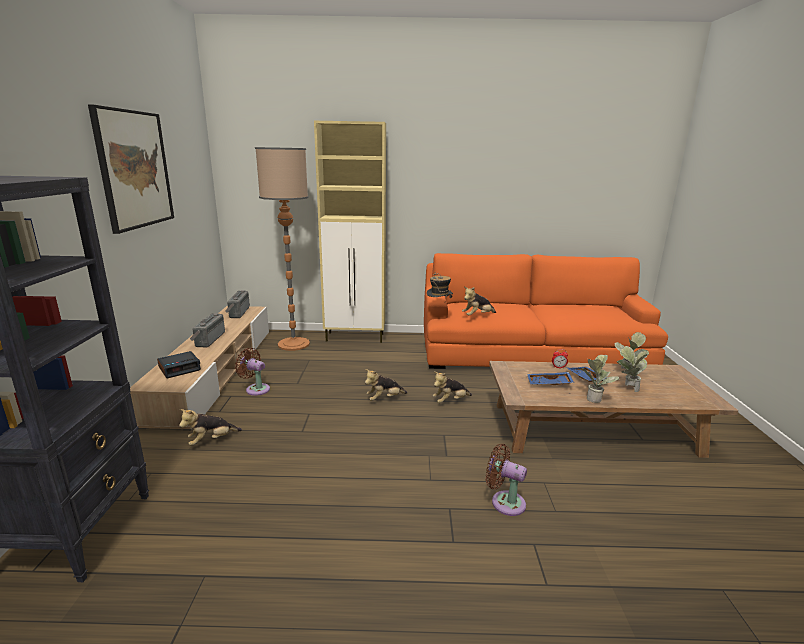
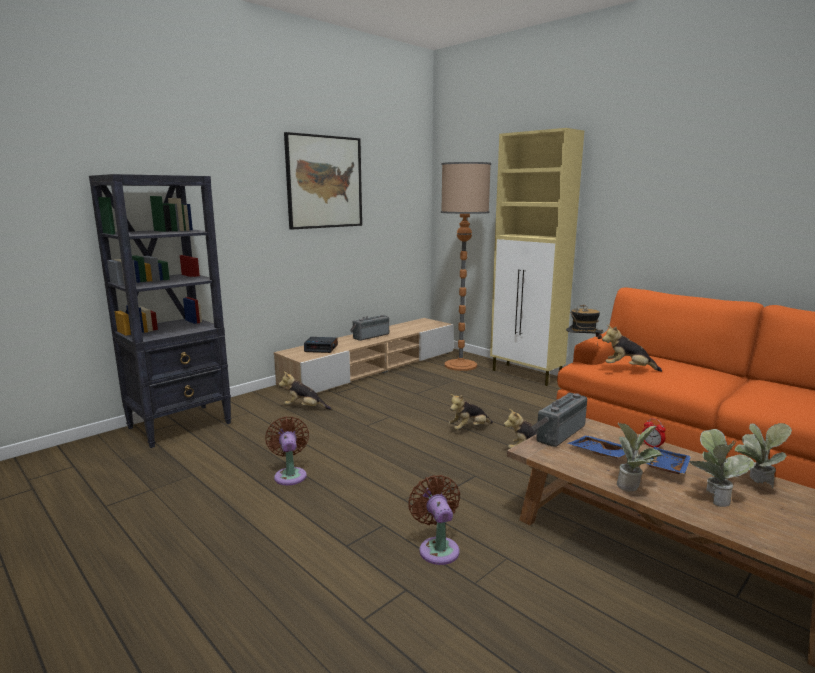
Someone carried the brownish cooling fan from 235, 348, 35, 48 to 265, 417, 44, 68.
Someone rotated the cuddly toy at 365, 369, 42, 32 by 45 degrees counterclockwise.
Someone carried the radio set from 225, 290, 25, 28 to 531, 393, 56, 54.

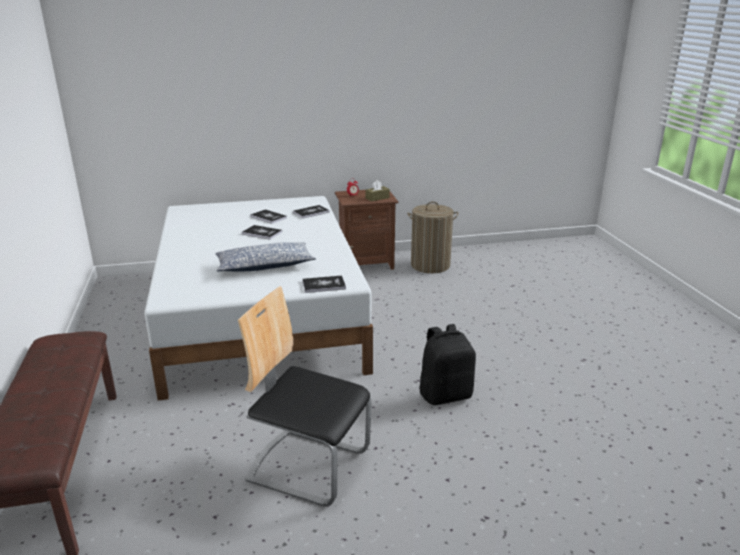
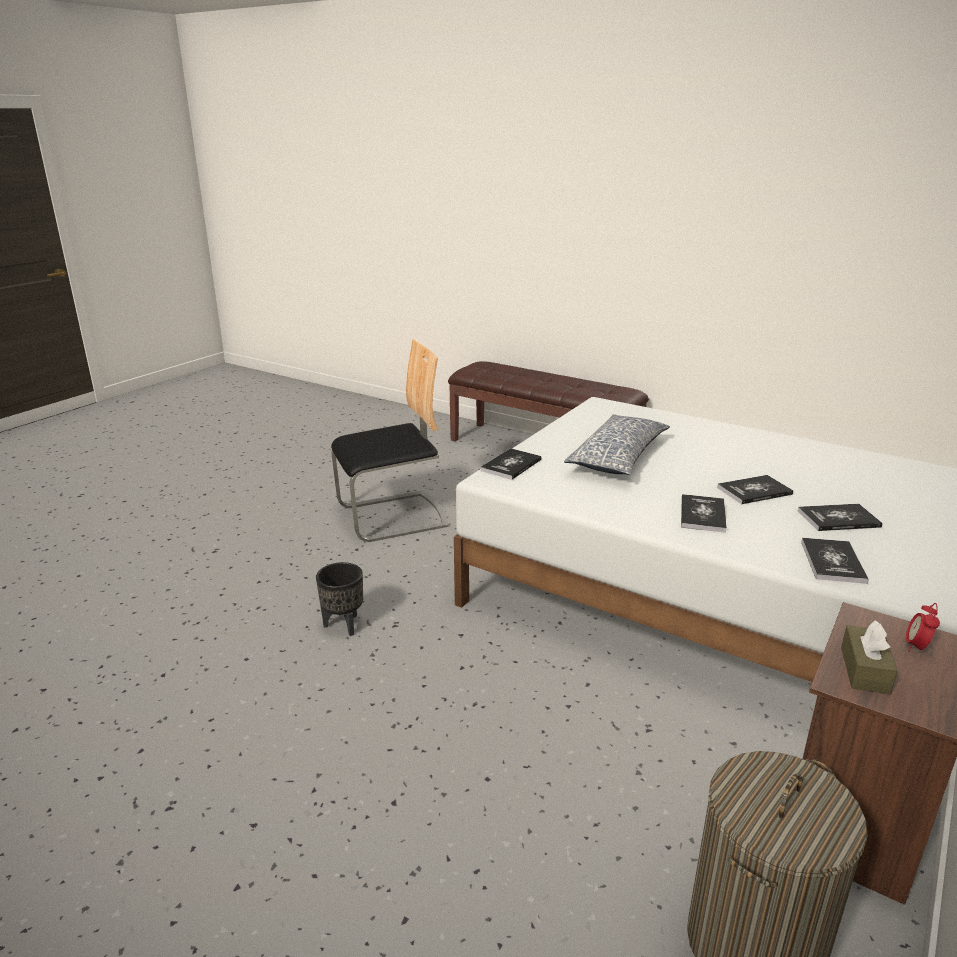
Someone swapped the black backpack at 419, 324, 57, 81 for the black flower pot at 316, 562, 47, 74.
Someone put down the bound book at 681, 494, 46, 39.

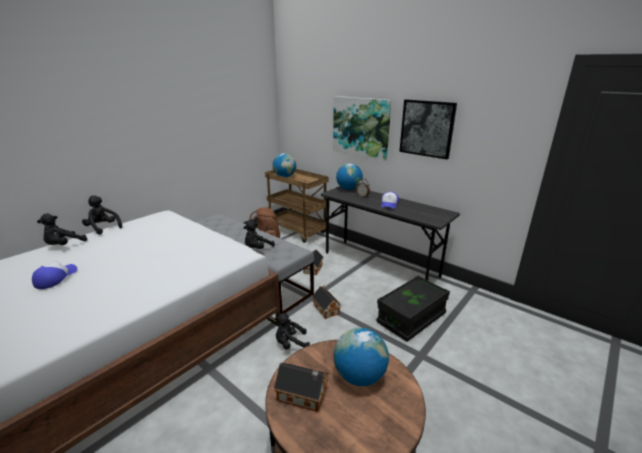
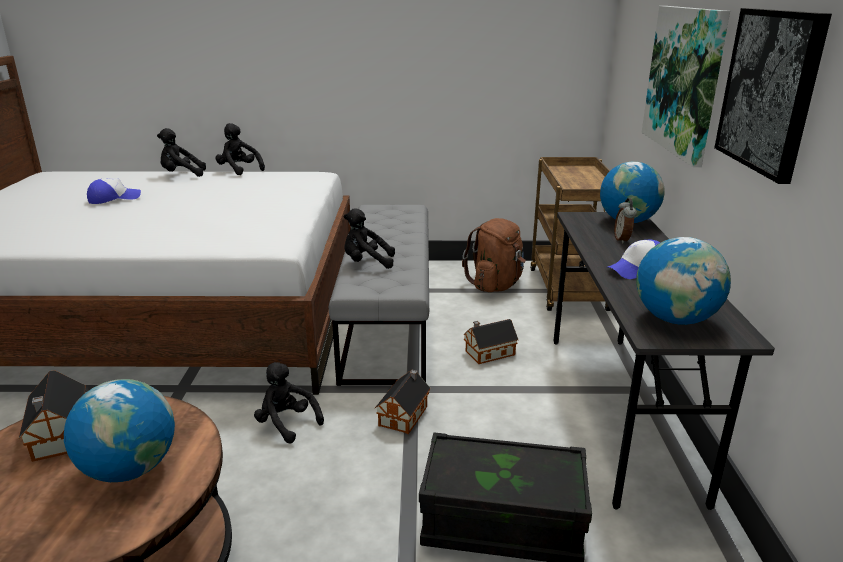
Someone rotated the black cuddly toy at 82, 196, 40, 39 by 45 degrees counterclockwise.
Someone carried the world globe from 272, 153, 24, 24 to 636, 237, 95, 88.

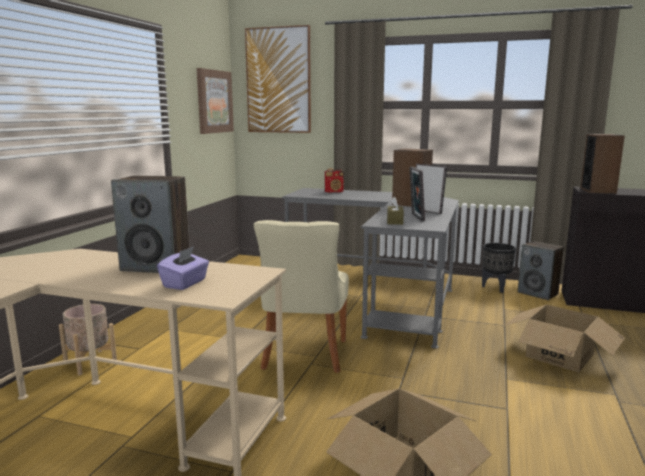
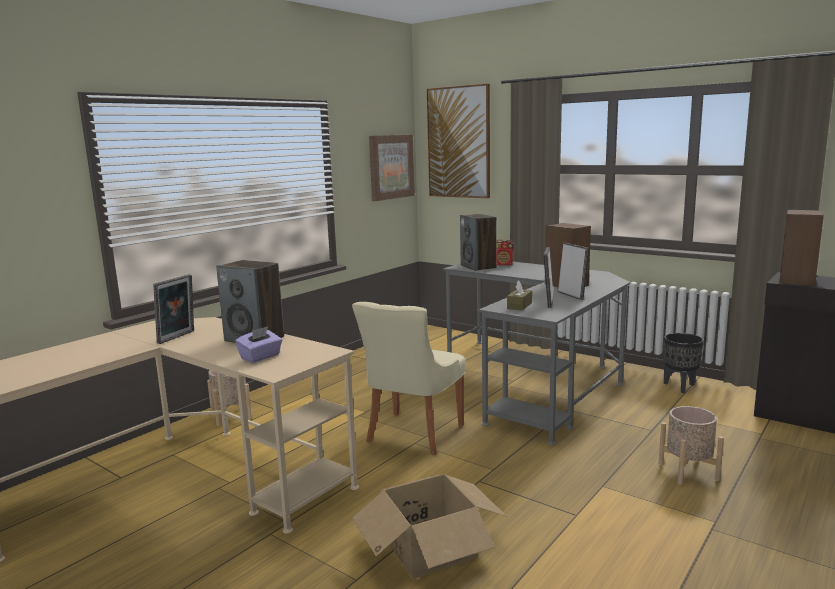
Someone put down the photo frame at 153, 274, 41, 70.
Someone carried the audio speaker from 518, 241, 46, 59 to 460, 214, 37, 57.
Someone swapped the packing box at 503, 305, 122, 67 for the beige flower pot at 658, 406, 66, 79.

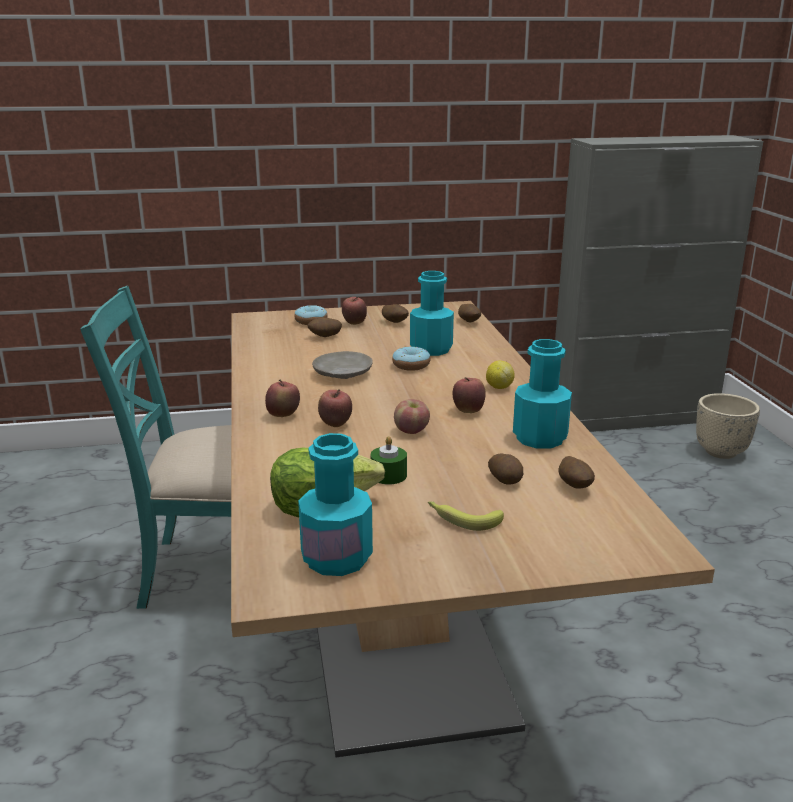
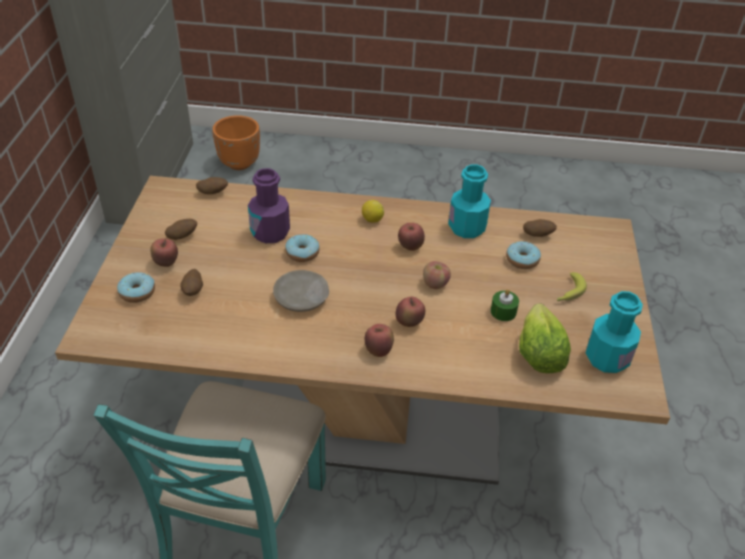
Someone repainted the beige flower pot at 696, 393, 64, 66, which became the orange-coloured flower pot at 212, 115, 48, 55.
Someone repainted the turquoise-coloured drink bottle at 410, 271, 44, 85, which became the purple drink bottle at 248, 168, 42, 75.
Someone swapped the whole potato at 488, 454, 35, 31 for the donut at 506, 241, 35, 28.

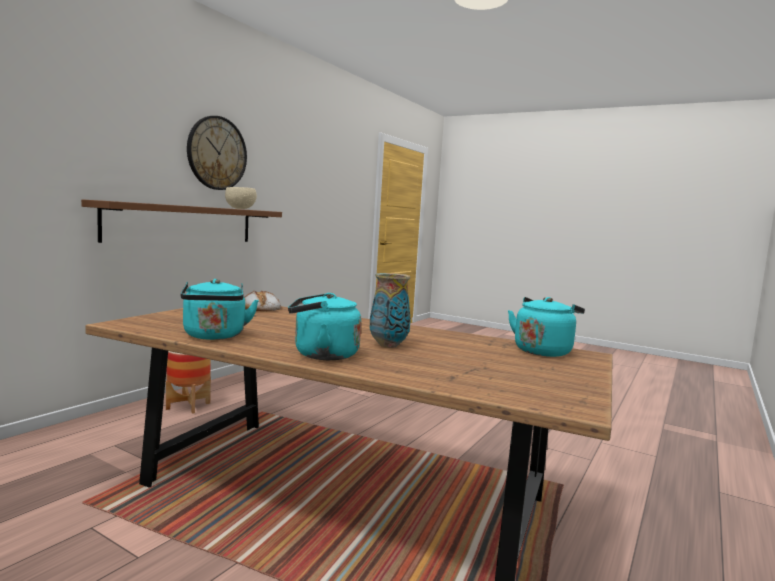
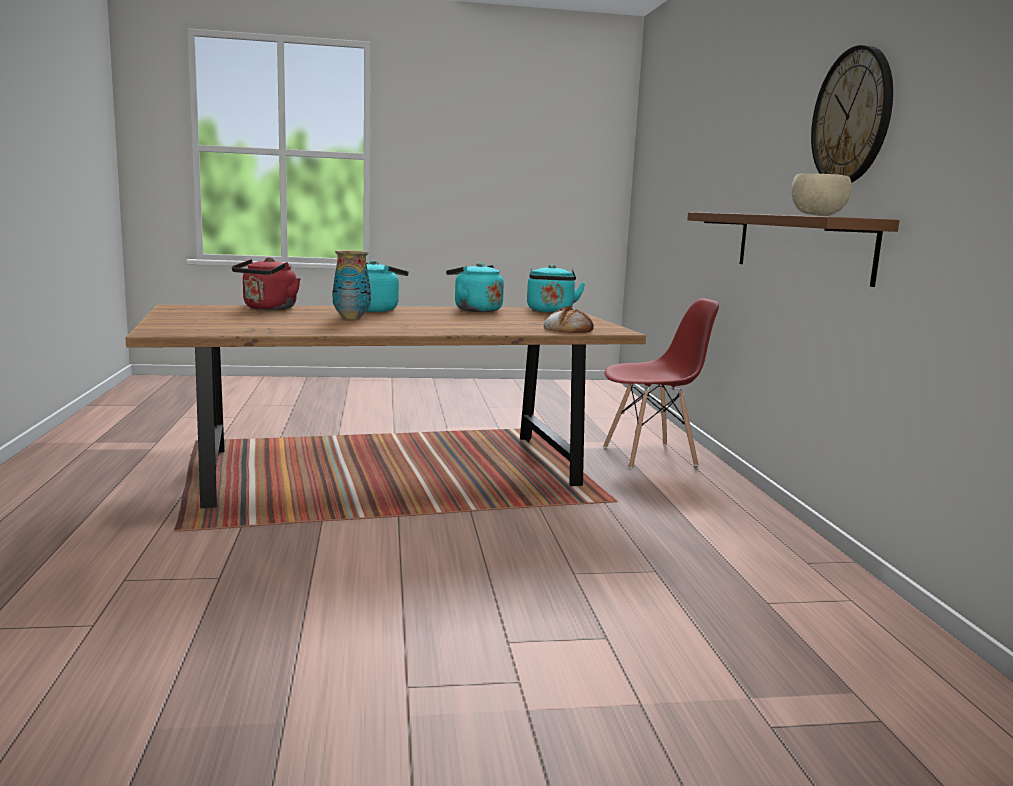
Someone put down the red-coloured water kettle at 232, 257, 68, 53.
Someone carried the turquoise-coloured water kettle from 508, 297, 77, 60 to 527, 264, 59, 48.
Someone put down the red-coloured chair at 603, 299, 116, 170.
Someone took away the flower pot at 166, 351, 45, 63.

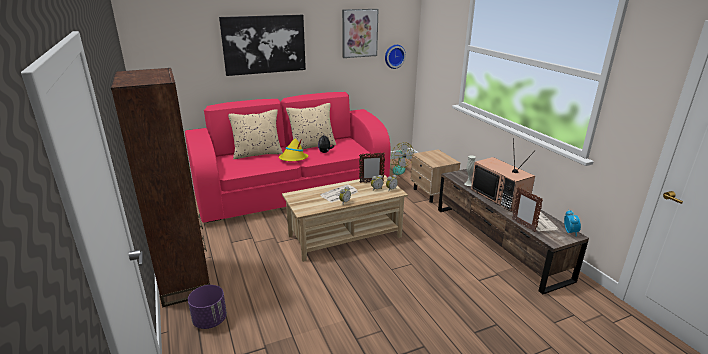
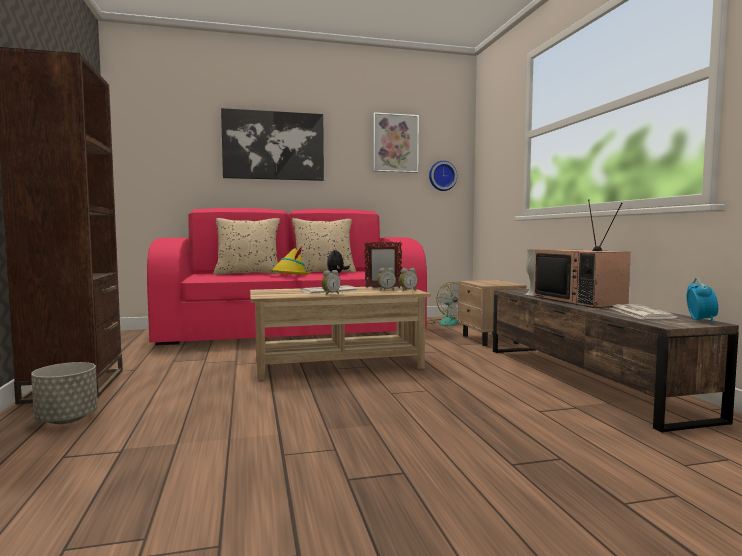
Someone repainted the purple flower pot at 188, 285, 39, 44, which became the grey flower pot at 31, 362, 67, 62.
Someone took away the photo frame at 512, 187, 31, 45.

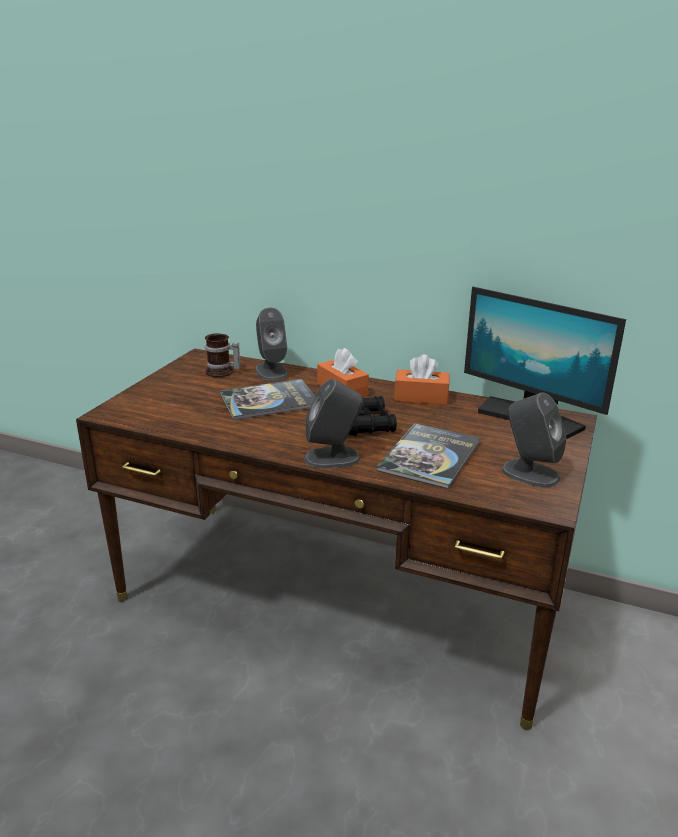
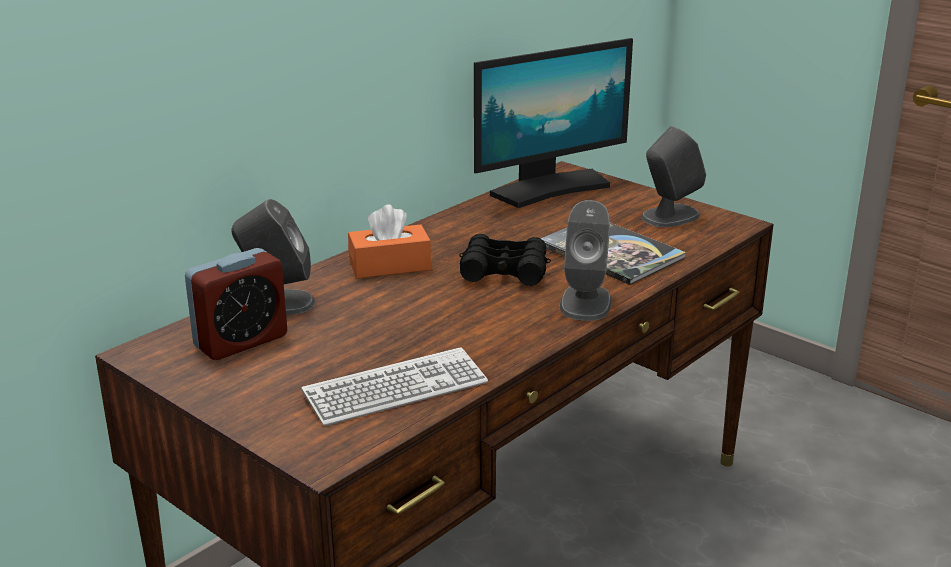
Someone swapped the mug at 205, 333, 35, 44 for the table clock at 185, 248, 102, 112.
Someone put down the keyboard at 301, 347, 187, 79.
Someone took away the bound book at 220, 379, 95, 41.
Someone took away the orange-coloured tissue holder at 394, 355, 55, 50.

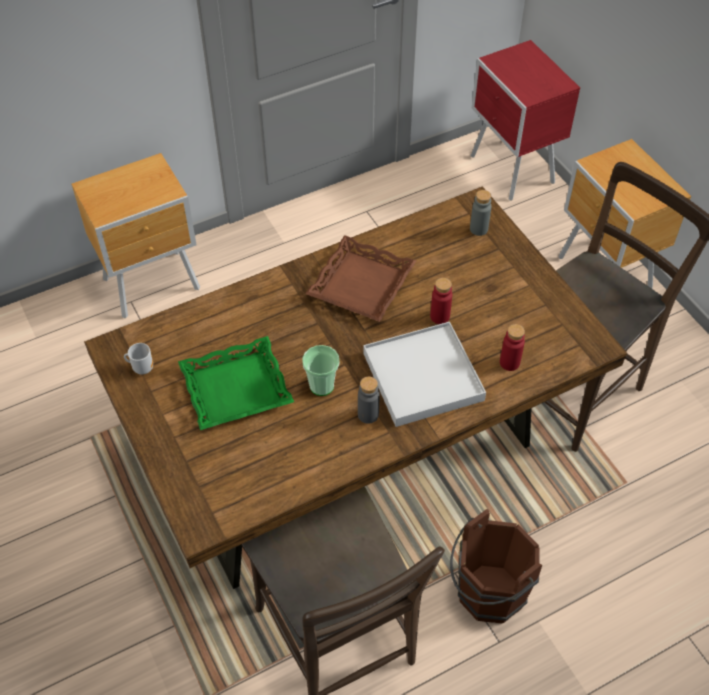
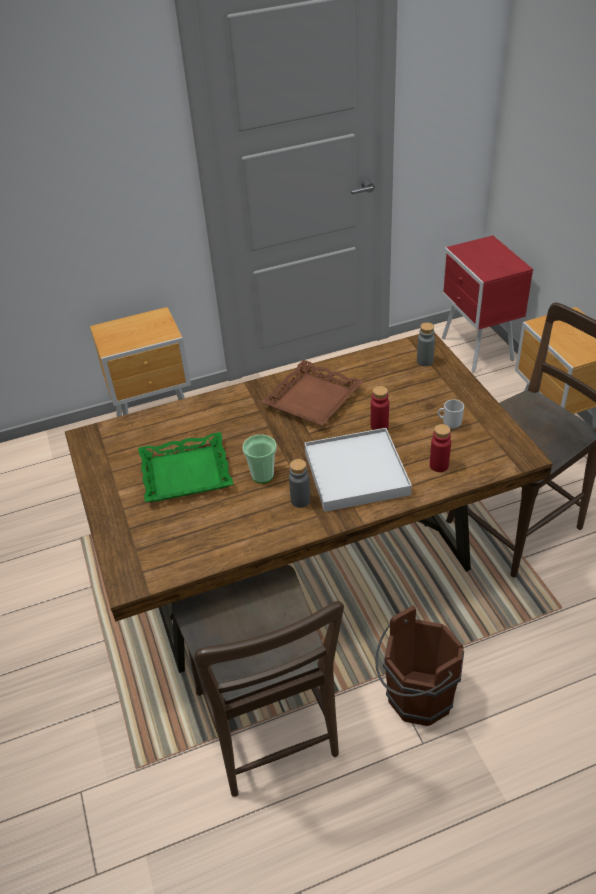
Someone carried the mug from 124, 343, 29, 32 to 438, 399, 26, 30.

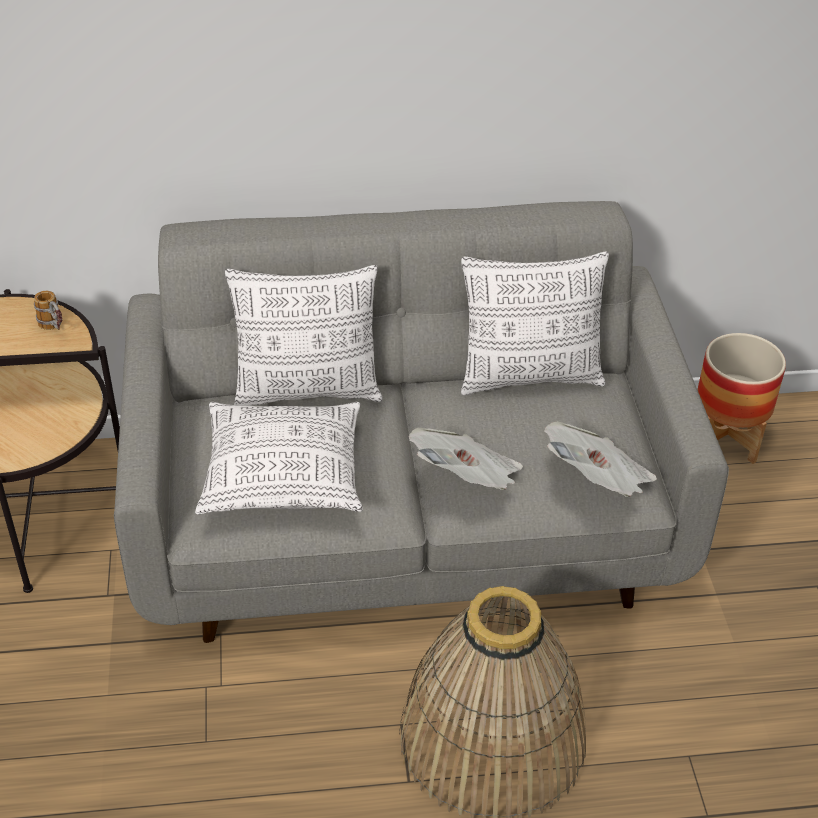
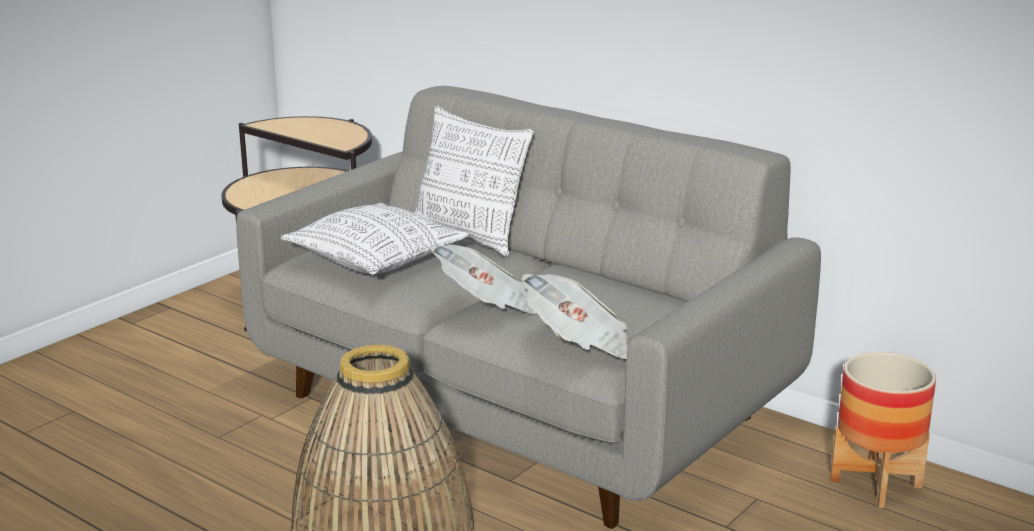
Someone took away the mug at 34, 291, 29, 39.
Someone took away the pillow at 461, 252, 148, 143.

